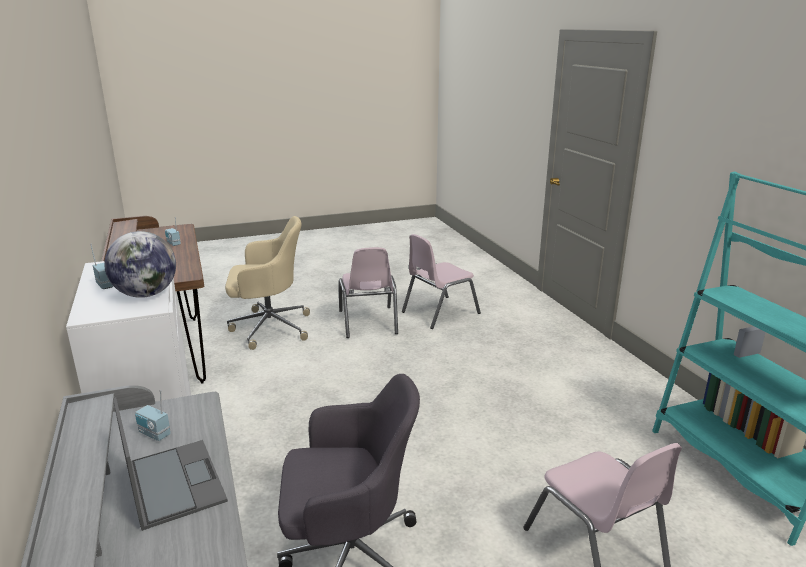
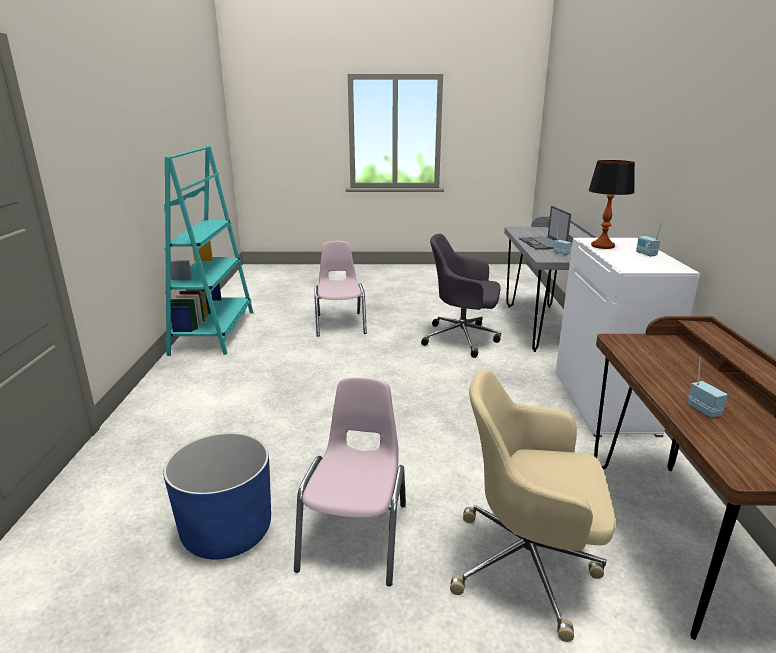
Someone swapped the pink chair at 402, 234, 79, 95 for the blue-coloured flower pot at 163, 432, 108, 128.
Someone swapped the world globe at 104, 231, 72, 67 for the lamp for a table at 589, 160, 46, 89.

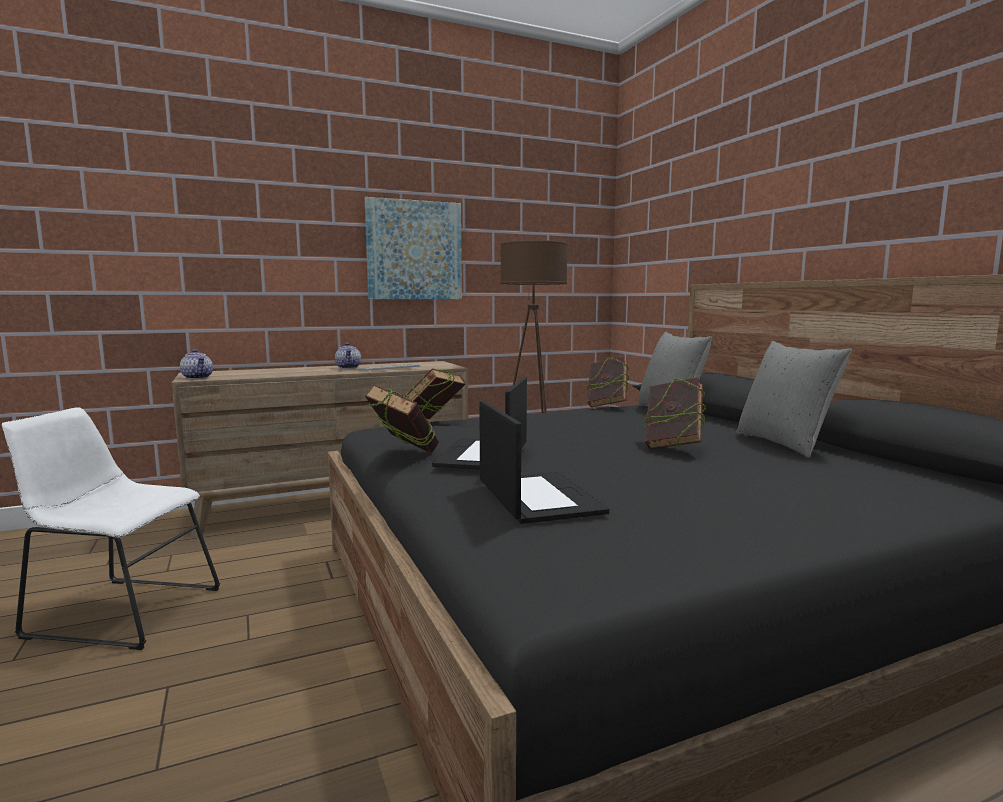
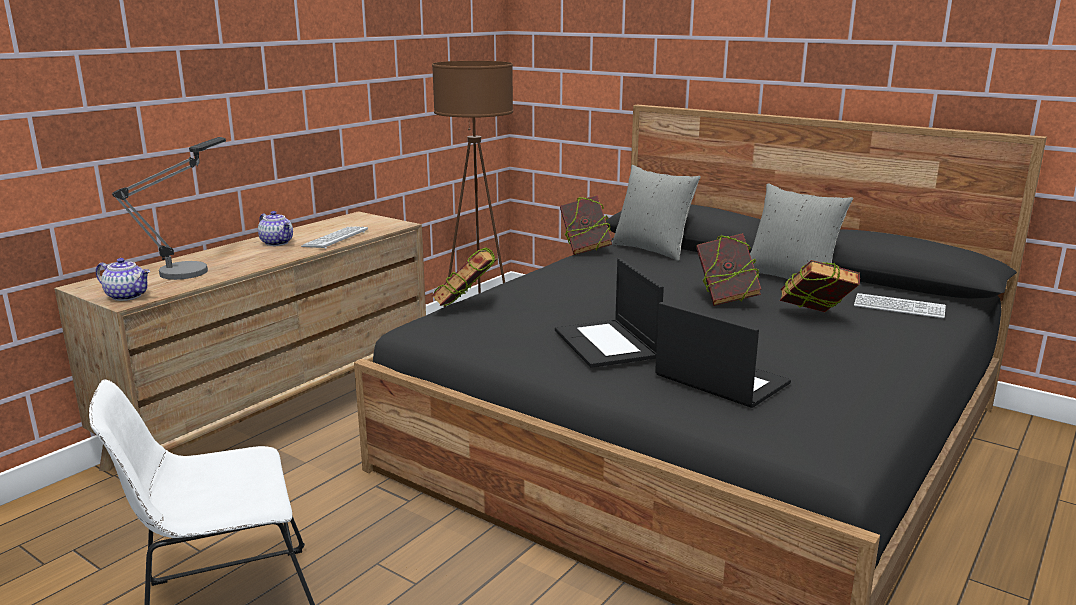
Someone put down the lamp for a table at 112, 137, 114, 143.
Someone carried the bound book from 364, 384, 75, 69 to 780, 260, 80, 52.
Someone put down the keyboard at 854, 293, 92, 25.
Someone took away the wall art at 365, 197, 97, 102.

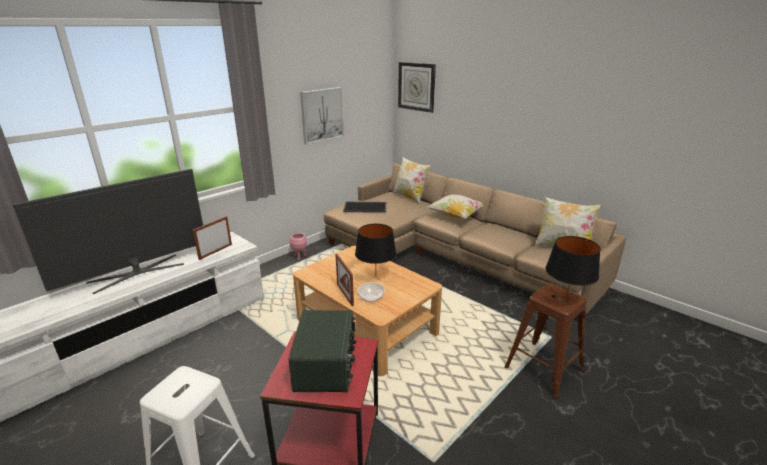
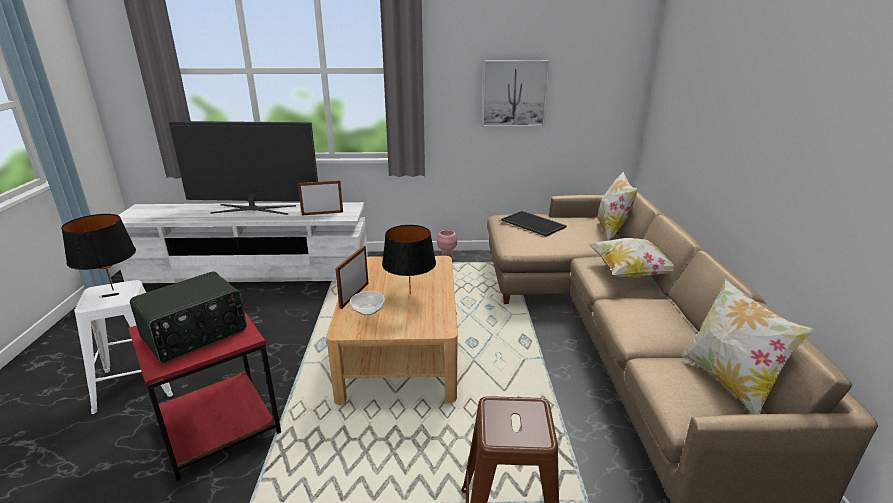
Someone carried the black lamp for a table from 546, 236, 55, 63 to 61, 214, 75, 76.
Someone took away the clock on the wall at 398, 62, 38, 51.

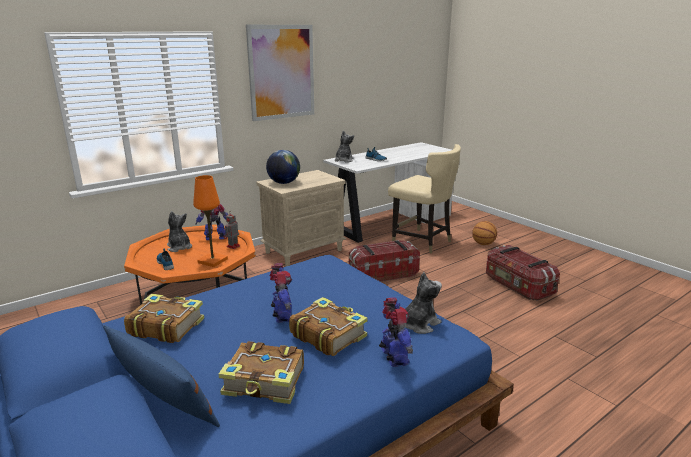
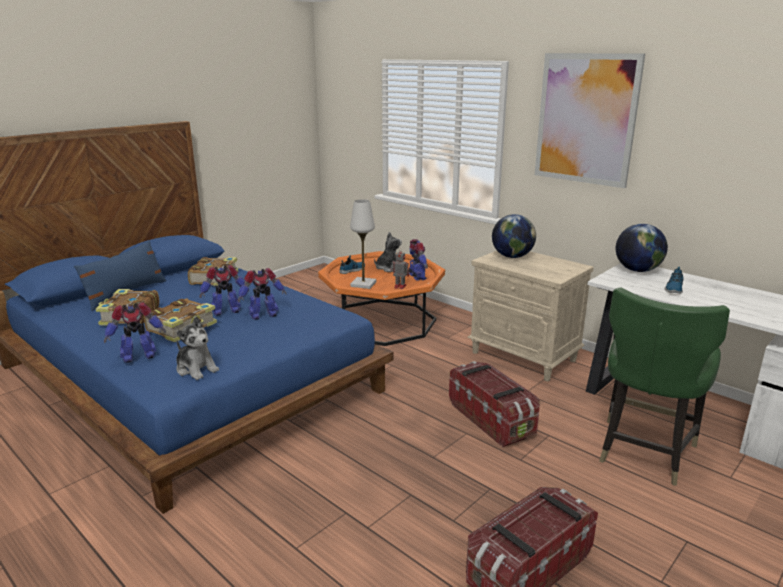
Someone put down the robot figure at 238, 268, 49, 52.
Someone repainted the orange-coloured lamp for a table at 193, 175, 35, 92, which became the whitish lamp for a table at 350, 199, 26, 90.
Someone repainted the beige chair at 388, 144, 73, 109, which became the green-coloured chair at 599, 288, 131, 198.
Someone swapped the cuddly toy at 335, 130, 19, 33 for the world globe at 616, 224, 52, 48.
Someone took away the basketball ball at 472, 221, 25, 24.

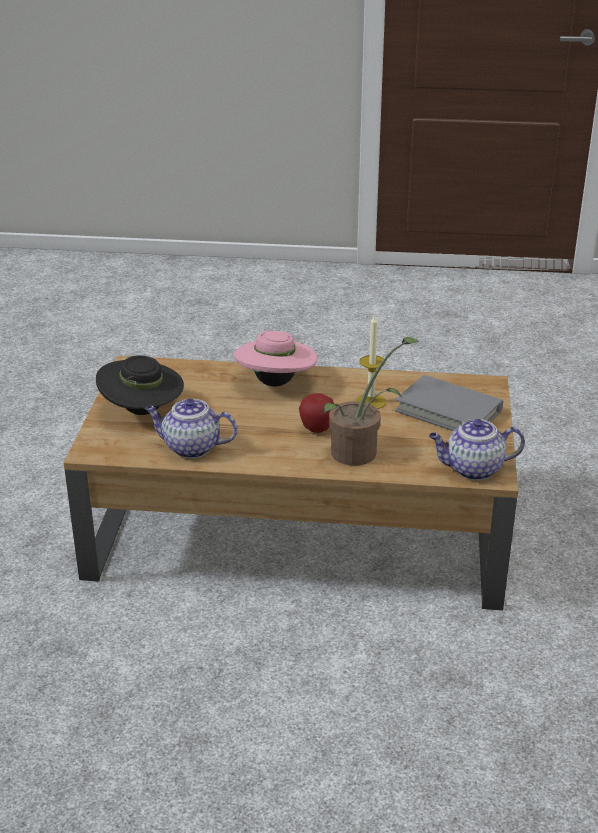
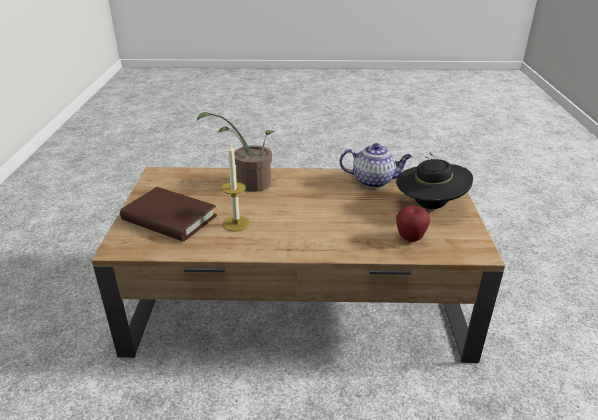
Someone repainted the grey bound book at 395, 375, 108, 56, which became the brownish bound book at 120, 187, 97, 55.
Someone carried the apple from 299, 393, 35, 40 to 396, 206, 34, 36.
Someone took away the pink wearable hat at 234, 331, 84, 55.
Someone took away the teapot at 429, 419, 96, 61.

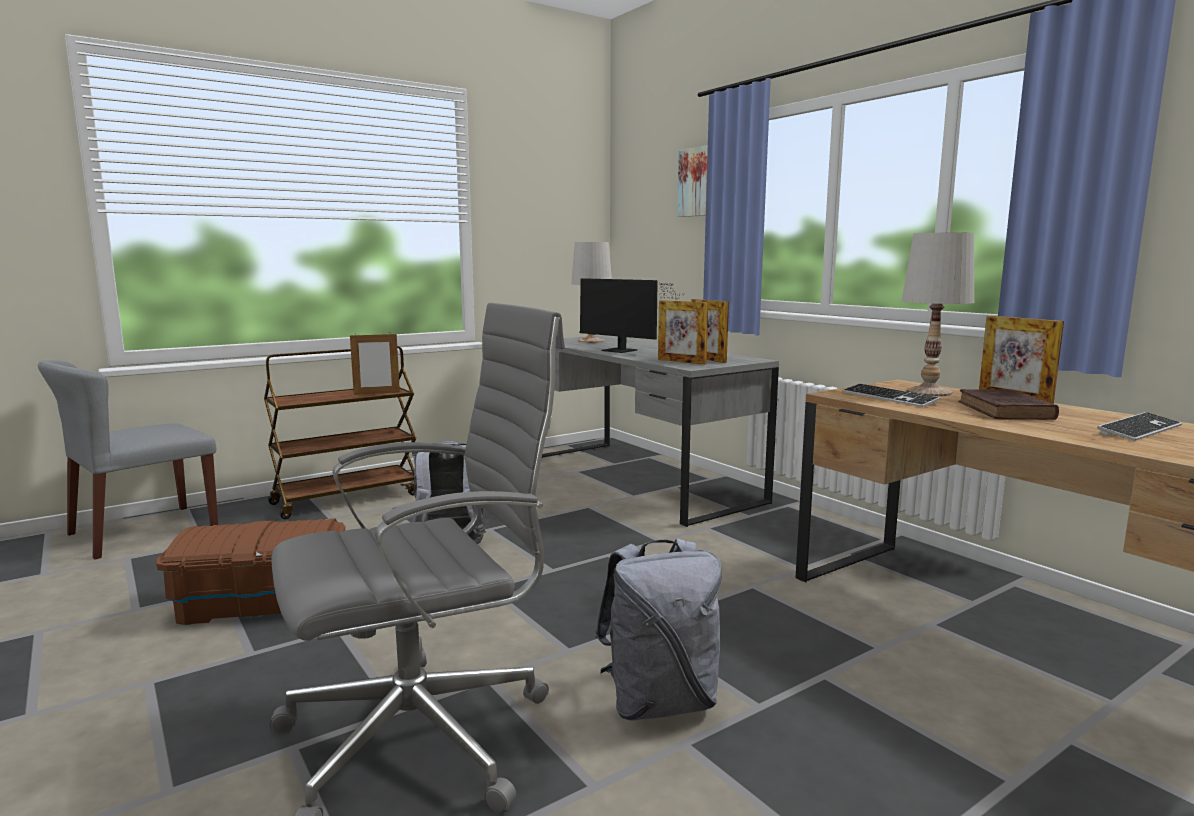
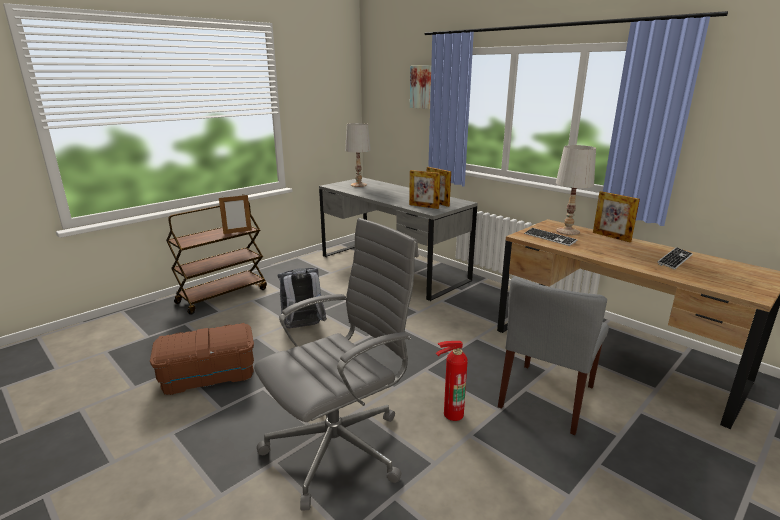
Someone swapped the grey backpack at 595, 538, 127, 182 for the fire-fighting cylinder at 436, 341, 32, 80.
Someone carried the grey chair from 38, 360, 180, 199 to 498, 277, 111, 158.
Someone took away the computer display at 580, 278, 105, 75.
Someone took away the brownish bound book at 958, 389, 101, 31.

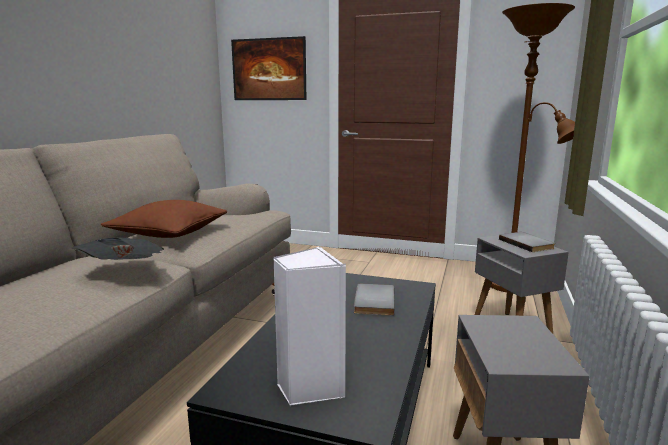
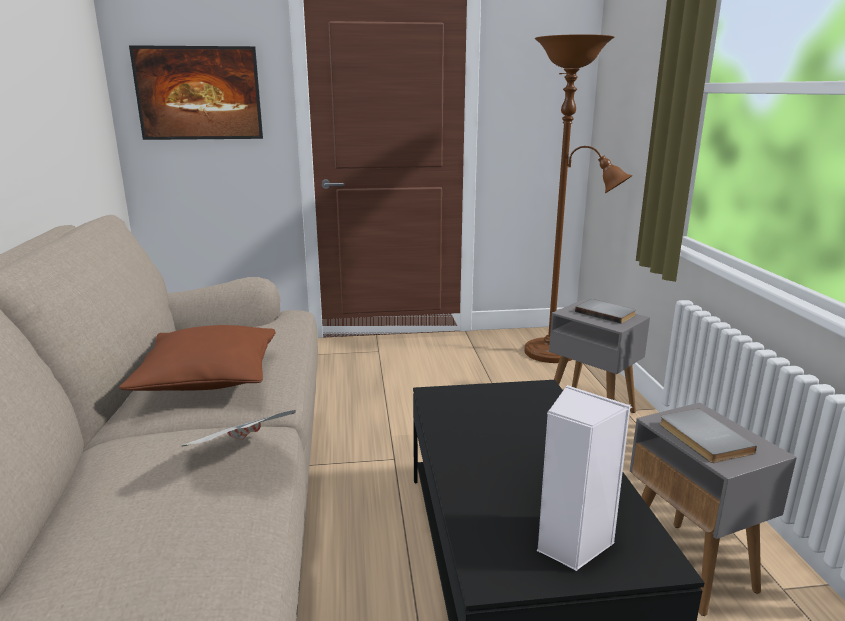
Someone carried the grey bound book from 354, 284, 41, 32 to 660, 408, 97, 55.

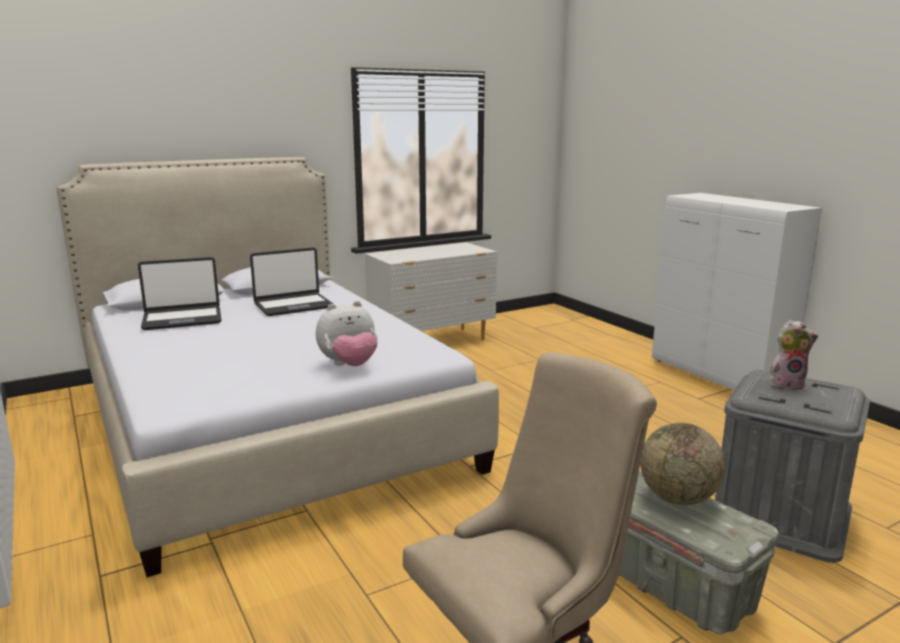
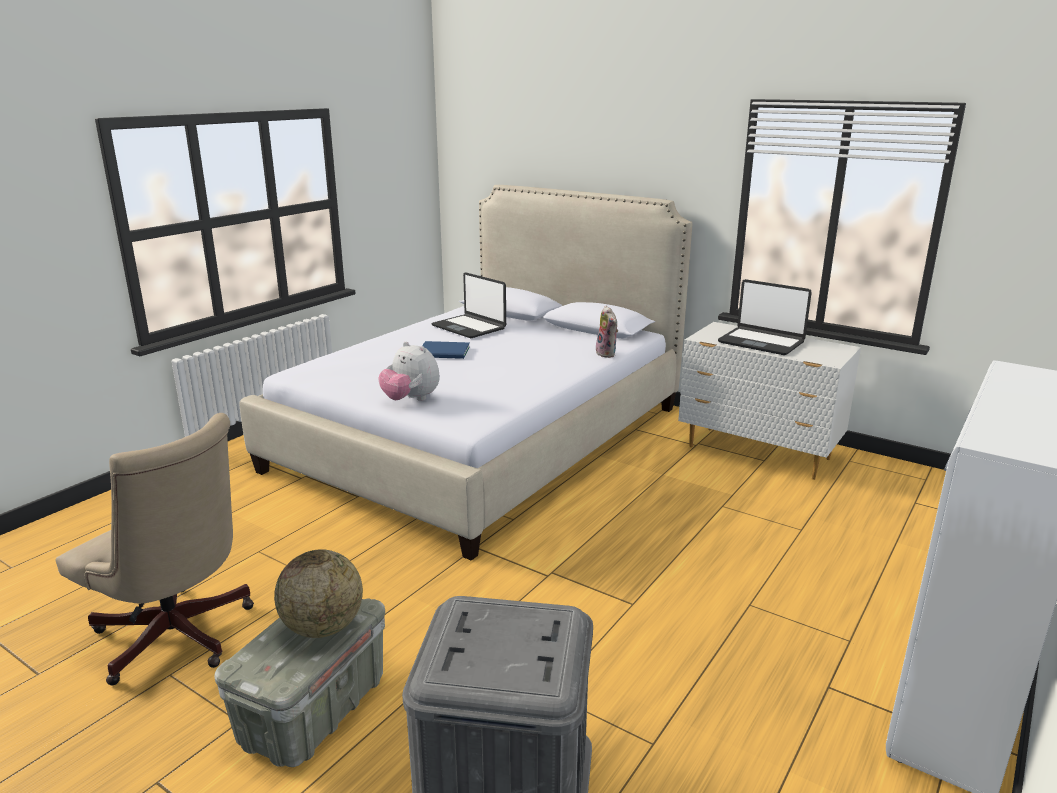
Someone put down the blue-coloured bound book at 422, 341, 48, 18.
Someone carried the cuddly toy from 769, 320, 49, 70 to 596, 306, 22, 52.
Someone carried the laptop from 250, 248, 83, 68 to 718, 279, 94, 76.

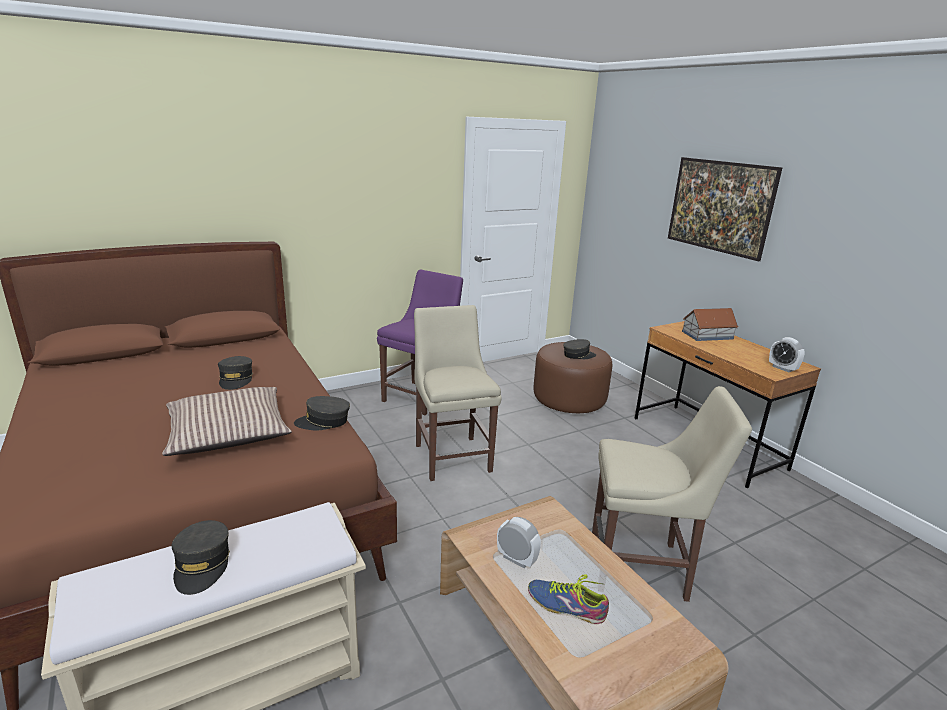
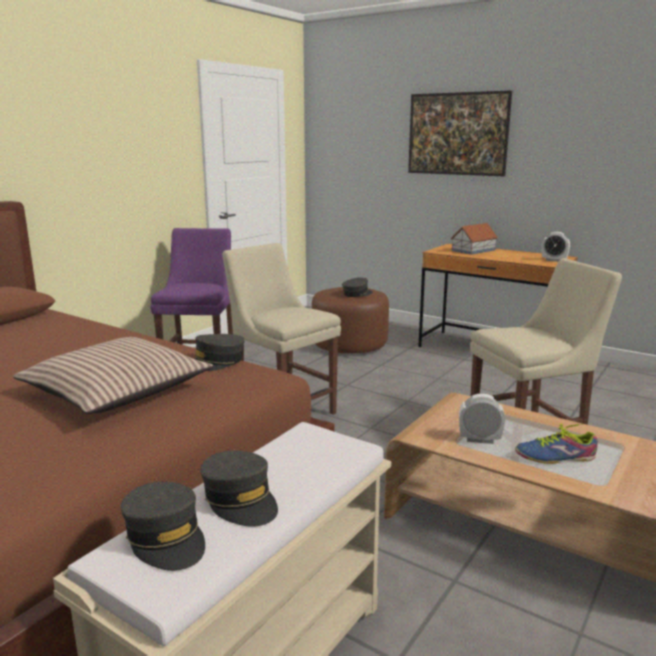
Someone carried the grey baseball cap from 218, 356, 35, 34 to 121, 482, 84, 89.

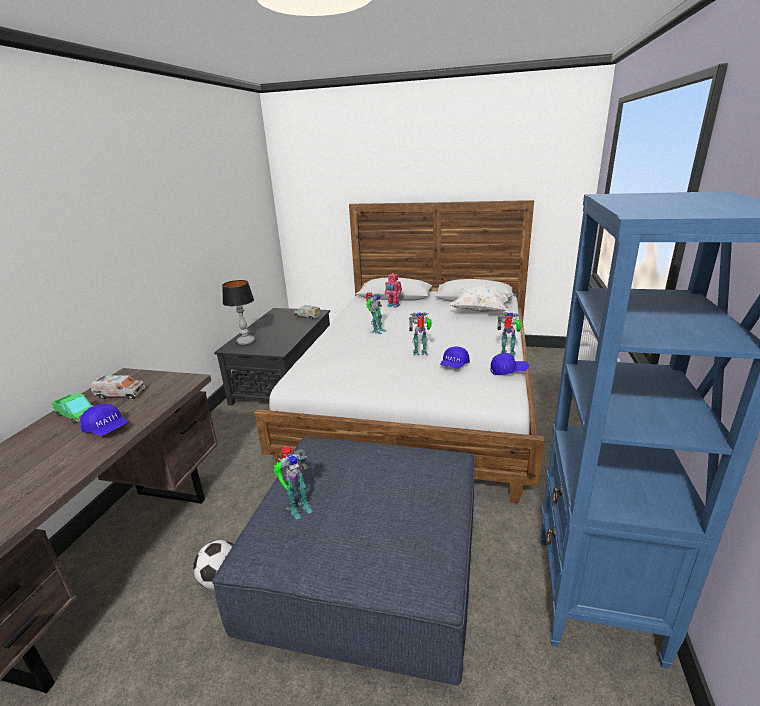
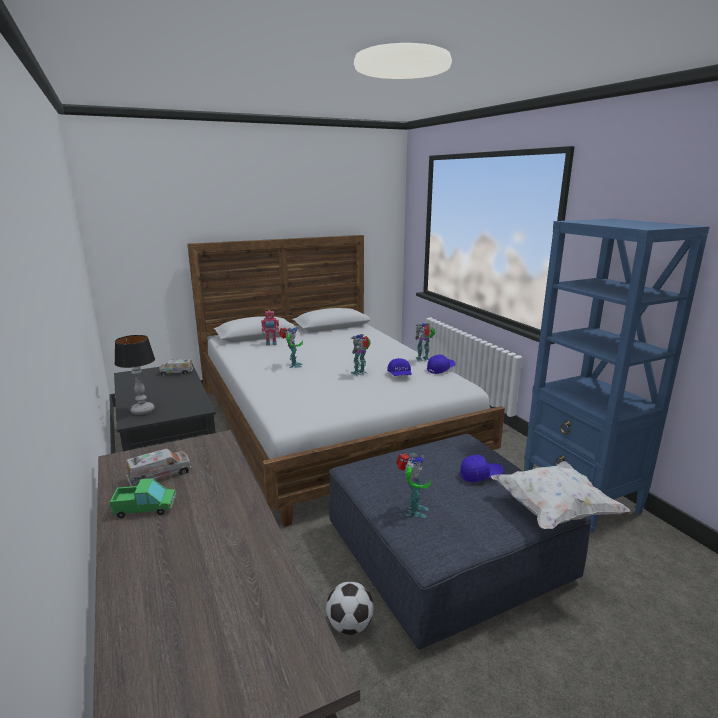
Someone carried the blue-coloured baseball cap from 80, 404, 48, 32 to 460, 455, 44, 27.
Someone carried the whitish pillow from 449, 286, 64, 26 to 491, 461, 139, 68.

